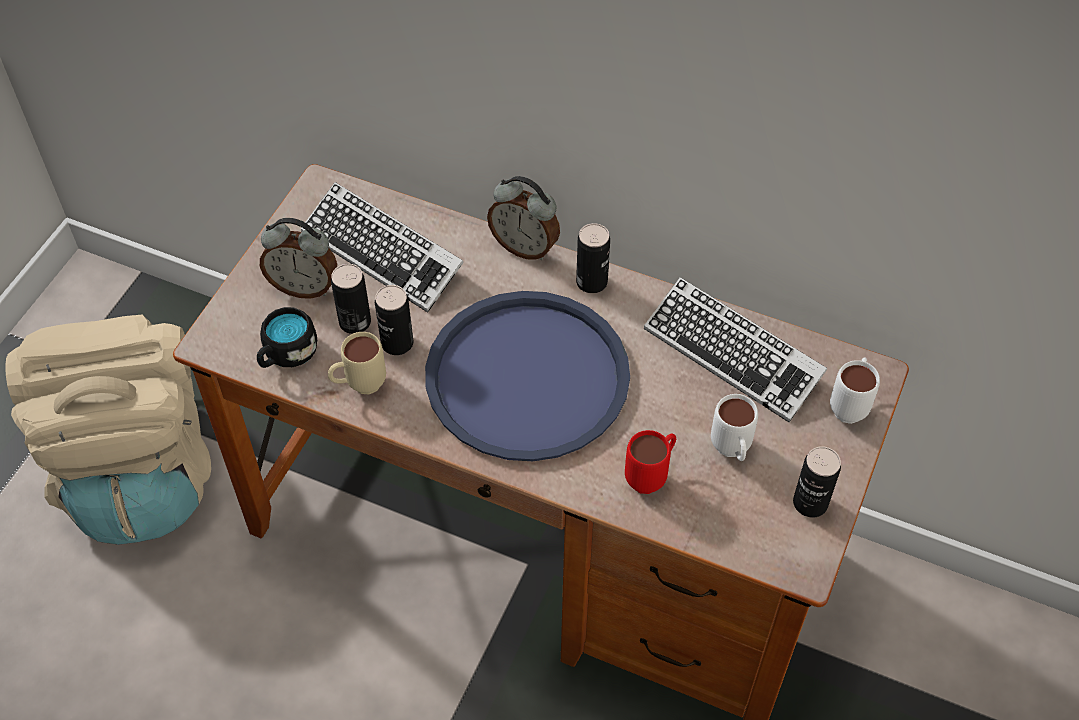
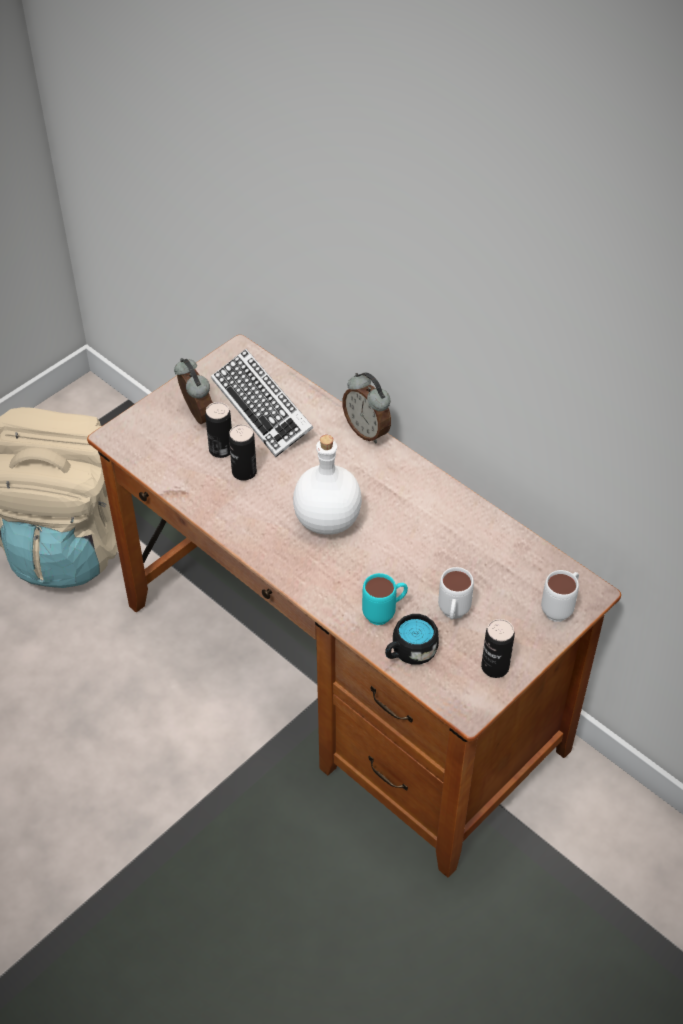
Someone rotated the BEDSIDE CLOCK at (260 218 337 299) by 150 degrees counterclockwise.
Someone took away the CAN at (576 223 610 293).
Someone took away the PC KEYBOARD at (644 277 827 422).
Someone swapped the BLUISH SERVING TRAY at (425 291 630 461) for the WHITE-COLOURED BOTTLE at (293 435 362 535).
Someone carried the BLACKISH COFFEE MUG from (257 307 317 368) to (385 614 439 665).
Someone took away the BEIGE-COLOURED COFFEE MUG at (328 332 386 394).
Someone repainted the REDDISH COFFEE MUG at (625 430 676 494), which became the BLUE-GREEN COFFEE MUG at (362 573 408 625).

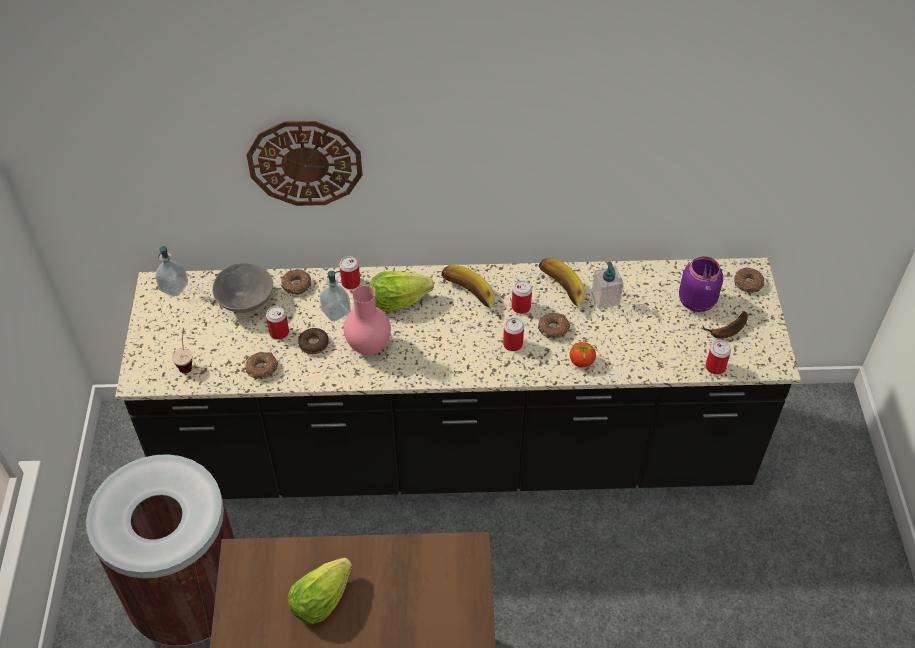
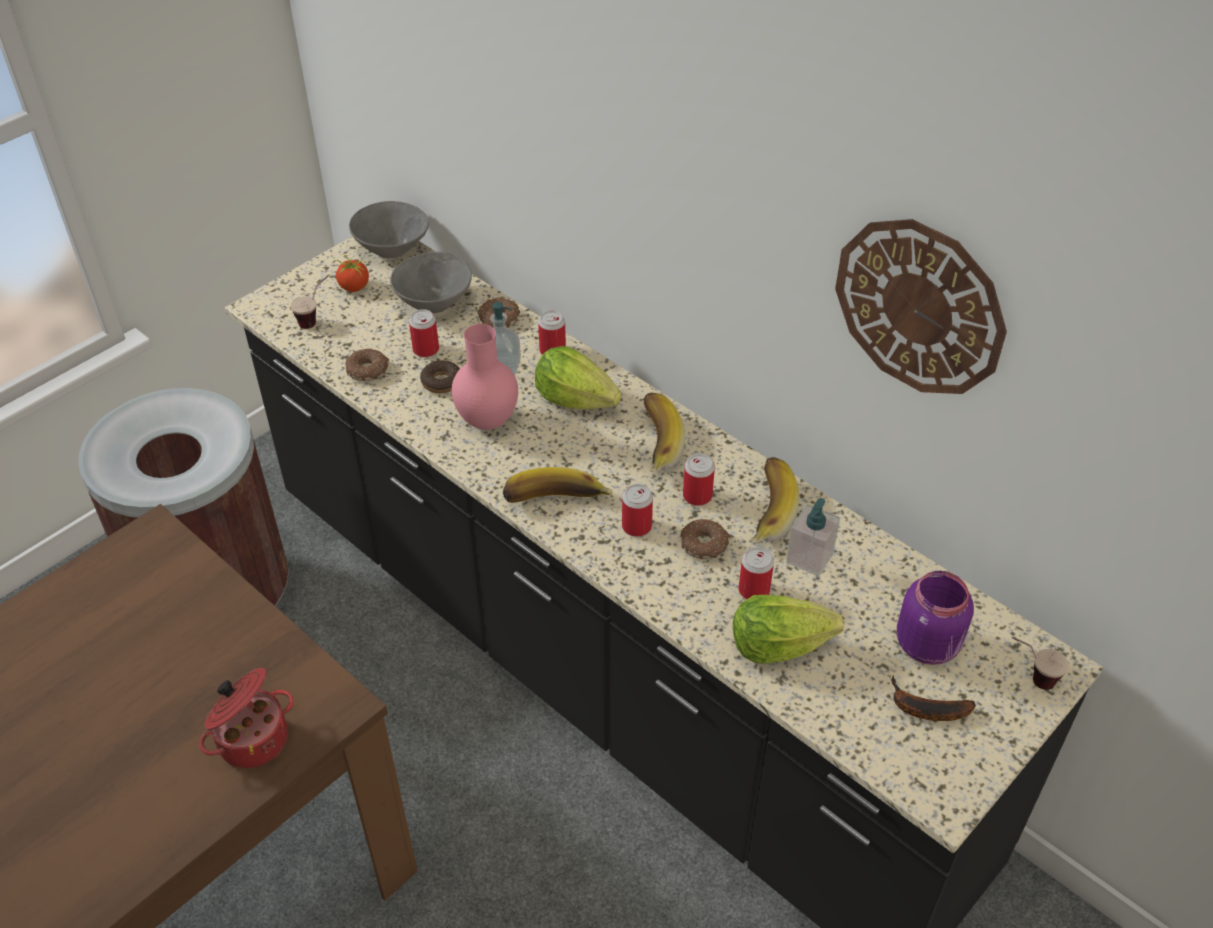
Someone carried the WALL CLOCK from (247 121 363 206) to (835 219 1007 394).
Someone swapped the SOAP BOTTLE at (155 246 188 296) for the GREYISH SERVING BOWL at (349 201 429 258).
Someone swapped the DONUT at (734 267 764 293) for the SMALL CUP at (1012 636 1069 690).
Someone carried the WHOLE TOMATO from (570 340 596 368) to (333 253 369 292).
Someone carried the CAN from (706 340 731 375) to (739 547 774 599).
Someone carried the LETTUCE from (288 557 352 624) to (733 595 844 664).
Someone put down the BANANA FRUIT at (503 467 612 503).
Someone put down the STOCKPOT at (199 668 294 768).

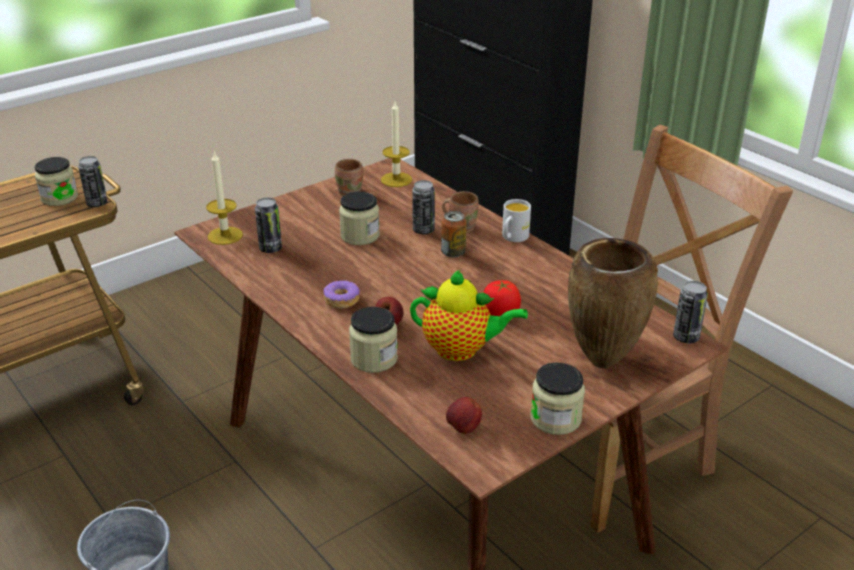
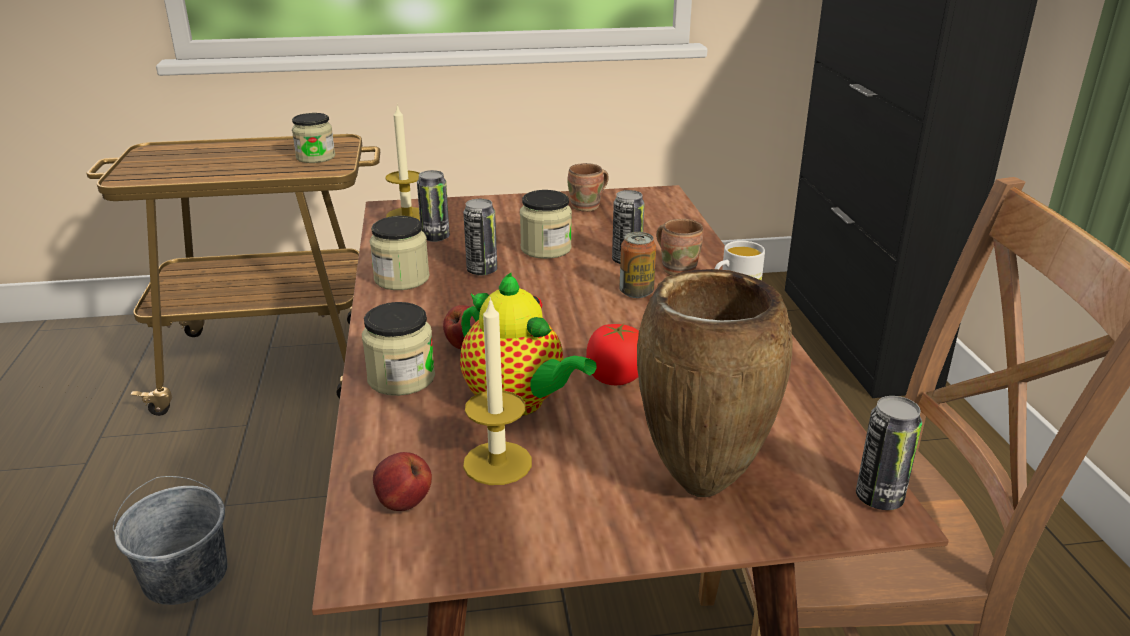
Someone carried the CANDLE from (381 102 412 187) to (463 297 532 485).
Someone carried the CAN from (78 156 108 207) to (463 199 497 276).
Someone took away the DONUT at (323 280 360 308).
Someone carried the STORAGE JAR from (531 362 585 435) to (370 216 430 290).

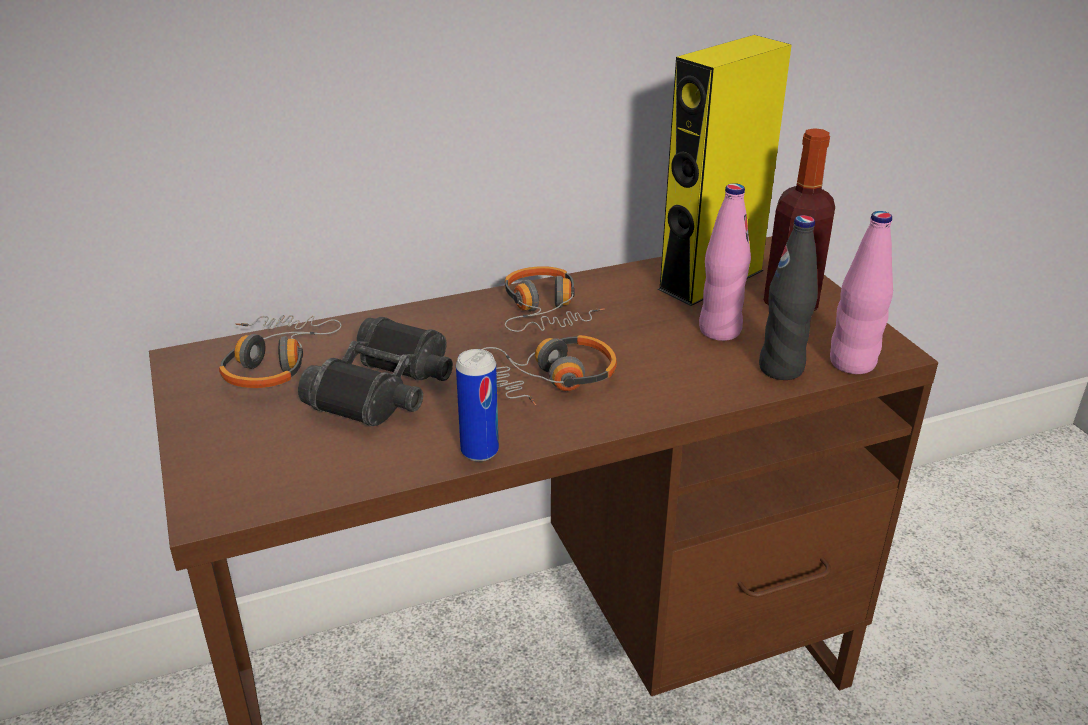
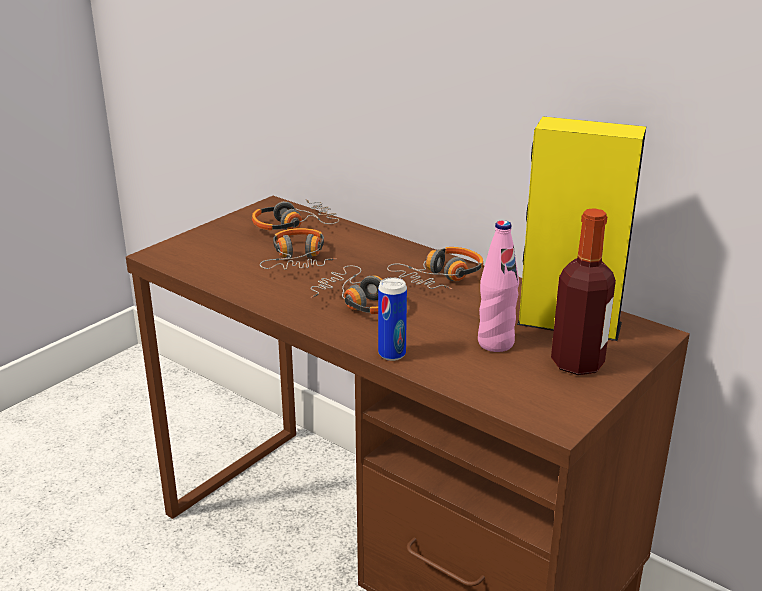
Someone took away the PINK-COLOURED BOTTLE at (830 211 893 374).
Someone took away the BLACKISH BOTTLE at (759 215 818 380).
Someone swapped the BLACKISH PAIR OF BINOCULARS at (298 317 453 426) for the PAIR OF HEADPHONES at (260 228 337 270).
Someone carried the CAN from (456 349 499 462) to (378 277 407 361).

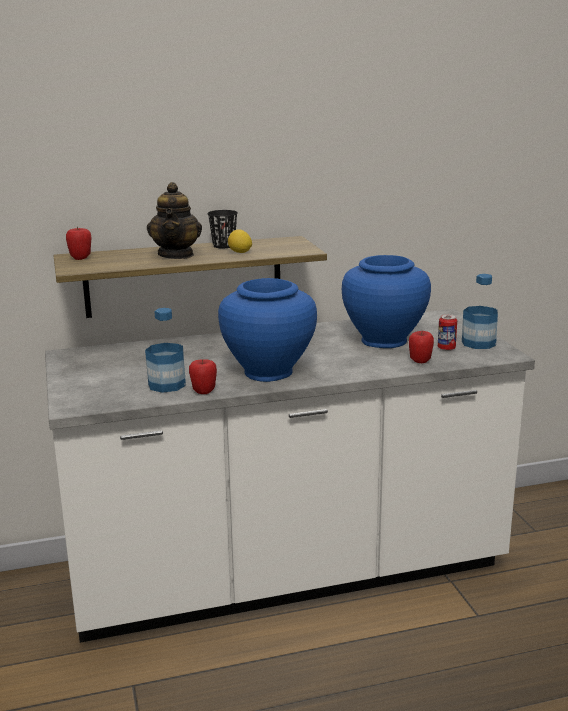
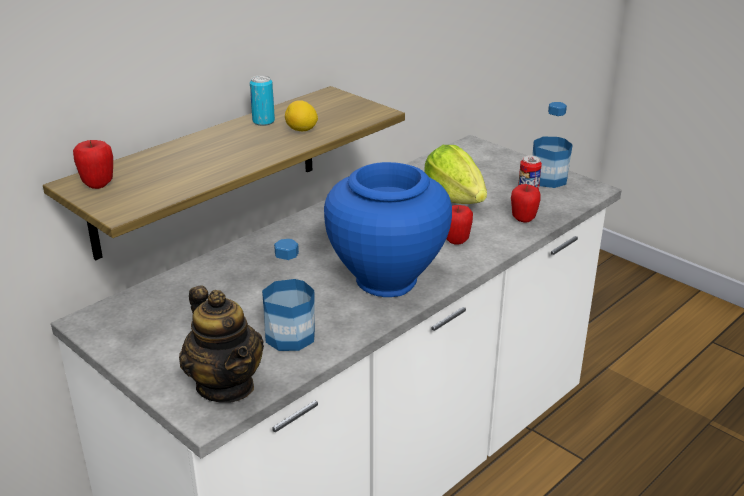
Someone carried the POT FOR TEA from (147 182 202 259) to (179 285 264 403).
Someone swapped the BLACKISH SMALL CUP at (207 210 238 248) for the CAN at (250 75 275 126).
Someone swapped the BLUISH DECORATIVE VASE at (342 255 431 348) for the LETTUCE at (424 145 487 204).
Someone carried the APPLE FRUIT from (189 359 217 394) to (447 205 473 245).

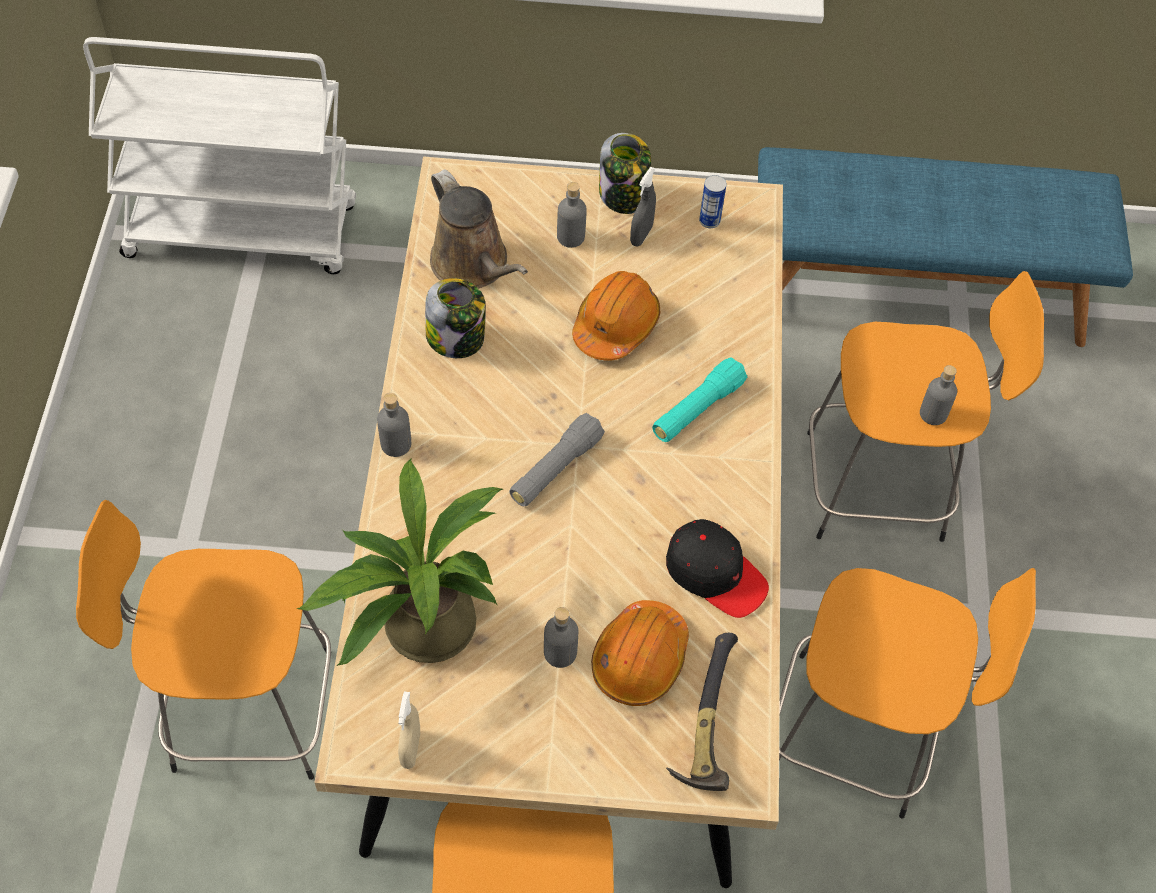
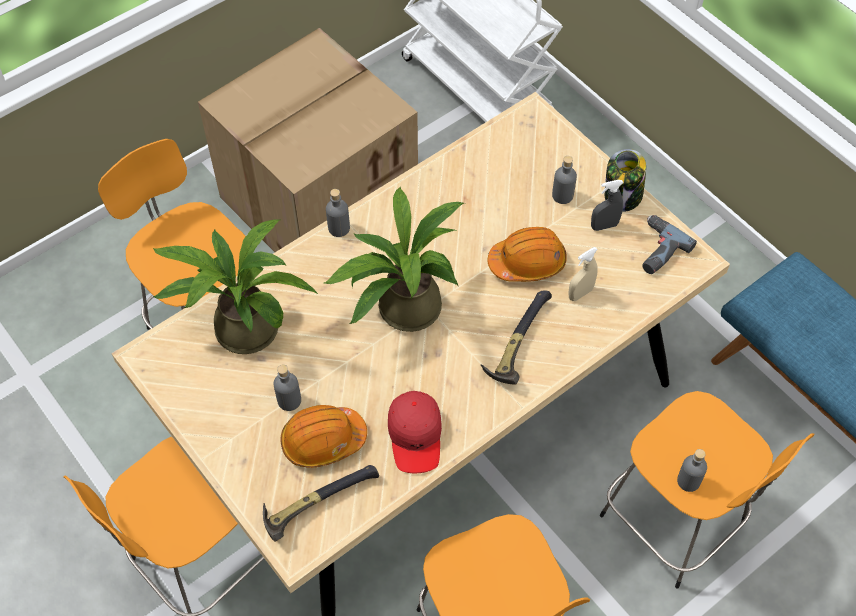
Someone took away the BROWNISH WATERING CAN at (430 169 528 288).
Someone swapped the CAN at (699 175 727 228) for the DRILL at (642 215 697 274).
Someone took away the STORAGE JAR at (425 278 486 358).
Someone swapped the BLUE-GREEN HAND TORCH at (652 357 747 442) for the TOOL HAMMER at (481 290 552 385).
Someone swapped the GREYISH HAND TORCH at (509 413 605 507) for the HOUSEPLANT at (324 187 464 332).
Someone repainted the BLACKISH CAP at (666 519 769 618), which became the REDDISH CAP at (388 391 442 473).
Someone carried the BEIGE-COLOURED SPRAY BOTTLE from (398 692 420 769) to (568 247 598 301).
Someone put down the CARDBOARD BOX at (198 28 418 252).

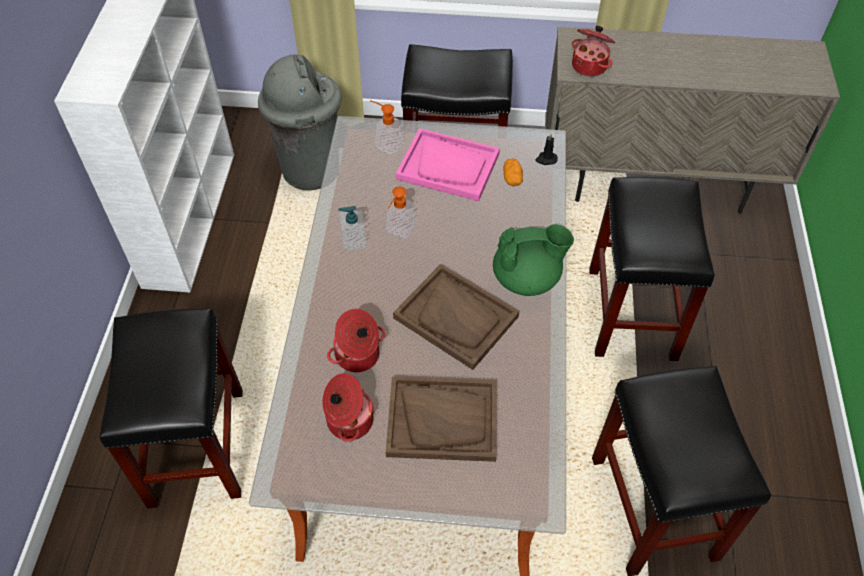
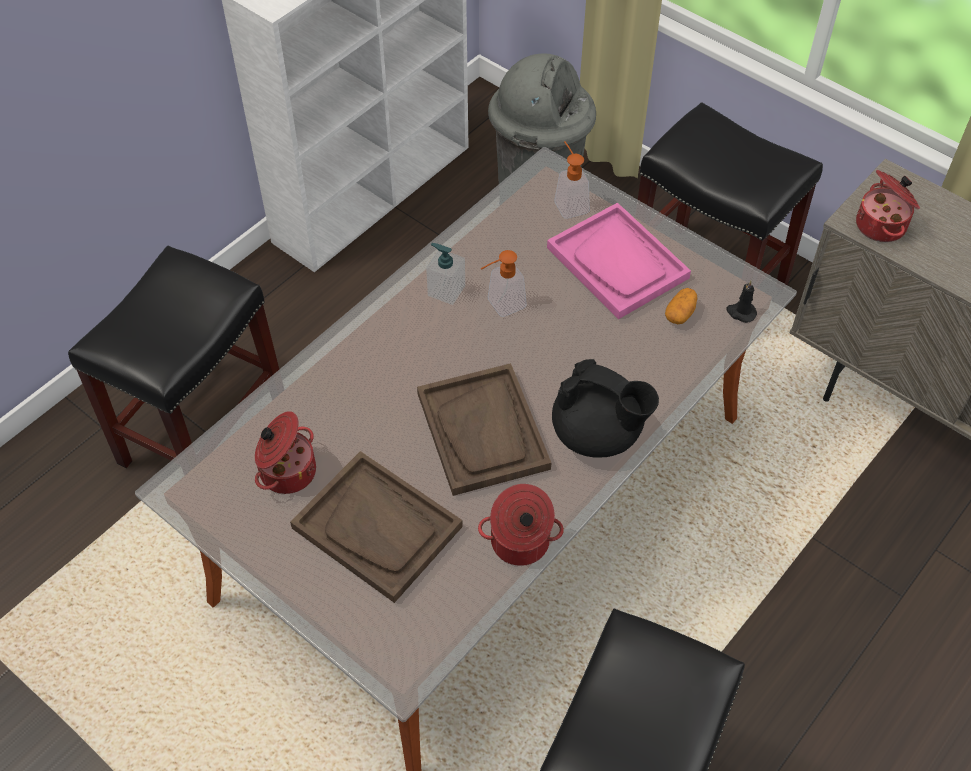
Someone took away the BLACKISH STOOL at (589 177 714 361).
Someone repainted the GREENISH POT FOR TEA at (493 224 574 296), which became the BLACKISH POT FOR TEA at (552 359 659 458).
Someone carried the STOCKPOT from (327 309 385 372) to (478 484 564 566).

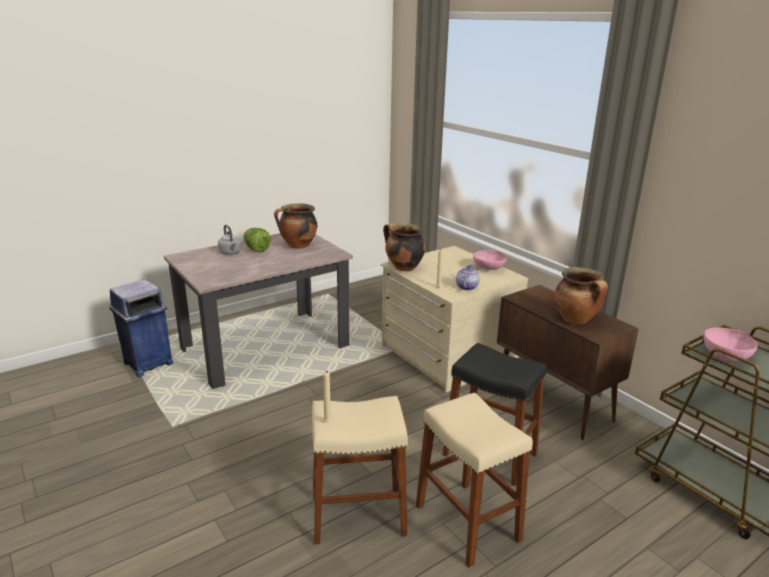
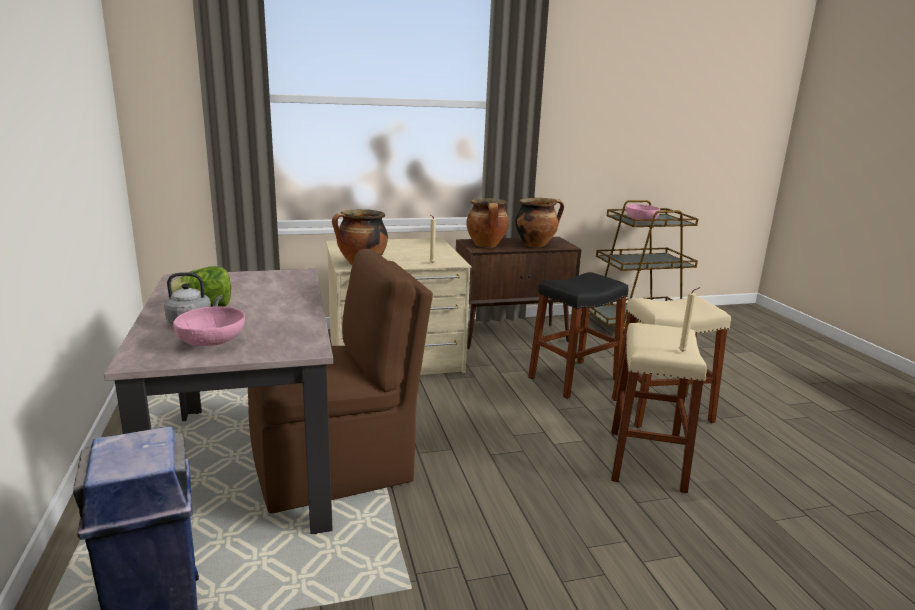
Someone carried the STOCKPOT from (274 203 317 249) to (466 198 509 248).
Someone carried the PINK-COLOURED SERVING BOWL from (473 250 507 270) to (173 307 245 346).
Someone took away the POT FOR TEA at (456 265 480 290).
Someone put down the BROWNISH UPRIGHT CHAIR at (248 249 433 514).

